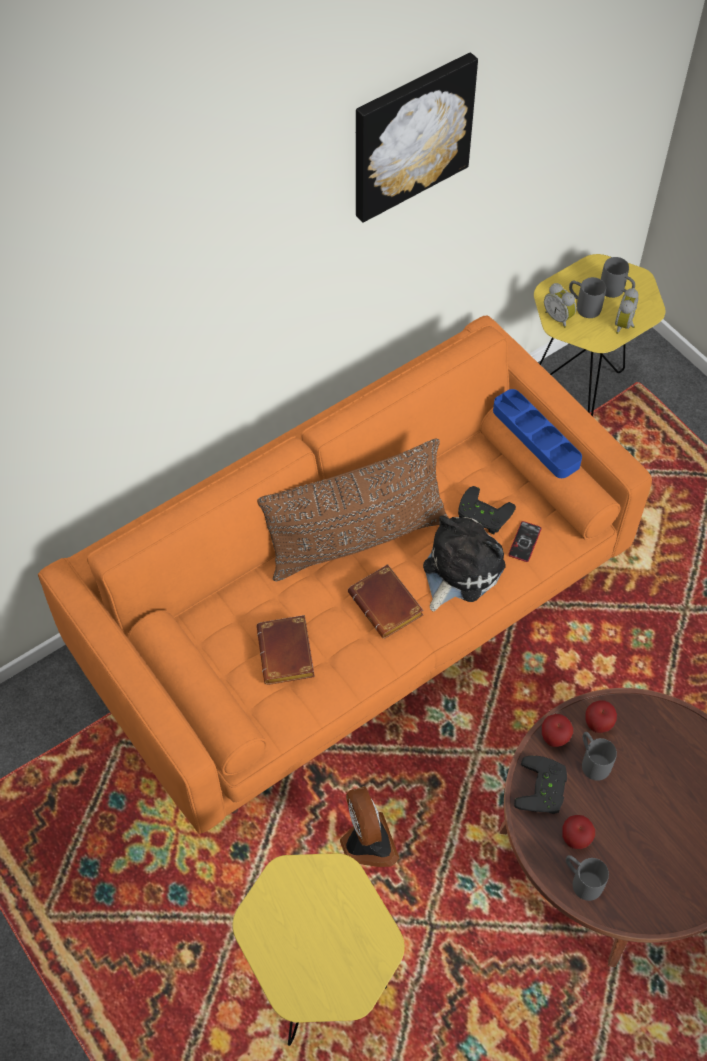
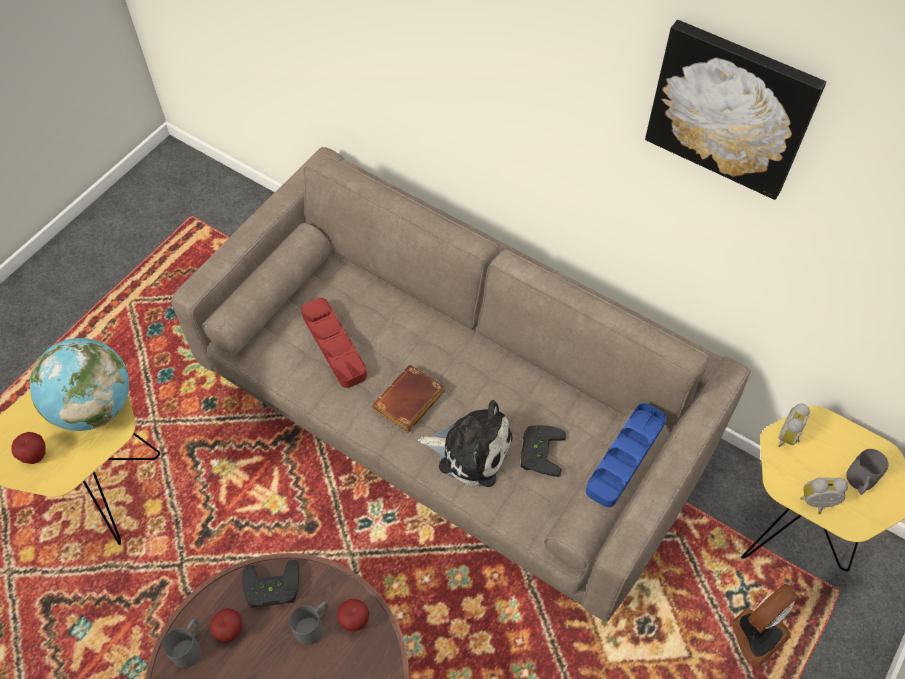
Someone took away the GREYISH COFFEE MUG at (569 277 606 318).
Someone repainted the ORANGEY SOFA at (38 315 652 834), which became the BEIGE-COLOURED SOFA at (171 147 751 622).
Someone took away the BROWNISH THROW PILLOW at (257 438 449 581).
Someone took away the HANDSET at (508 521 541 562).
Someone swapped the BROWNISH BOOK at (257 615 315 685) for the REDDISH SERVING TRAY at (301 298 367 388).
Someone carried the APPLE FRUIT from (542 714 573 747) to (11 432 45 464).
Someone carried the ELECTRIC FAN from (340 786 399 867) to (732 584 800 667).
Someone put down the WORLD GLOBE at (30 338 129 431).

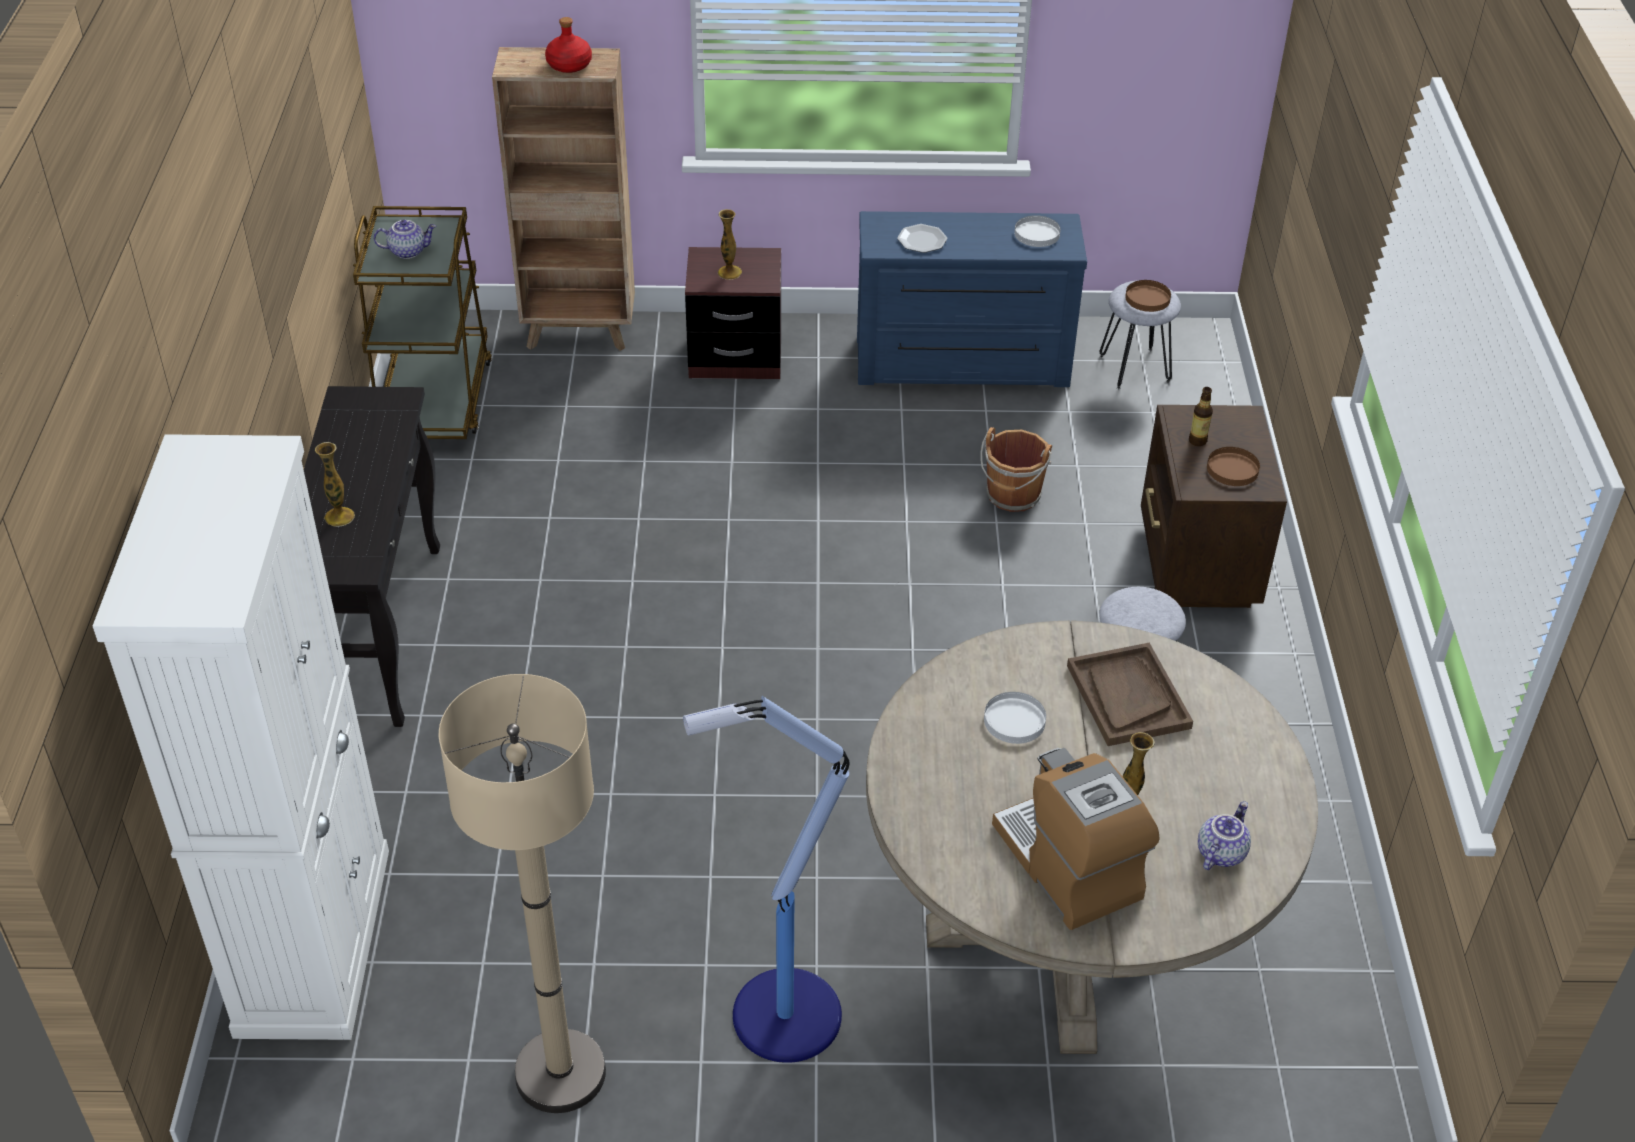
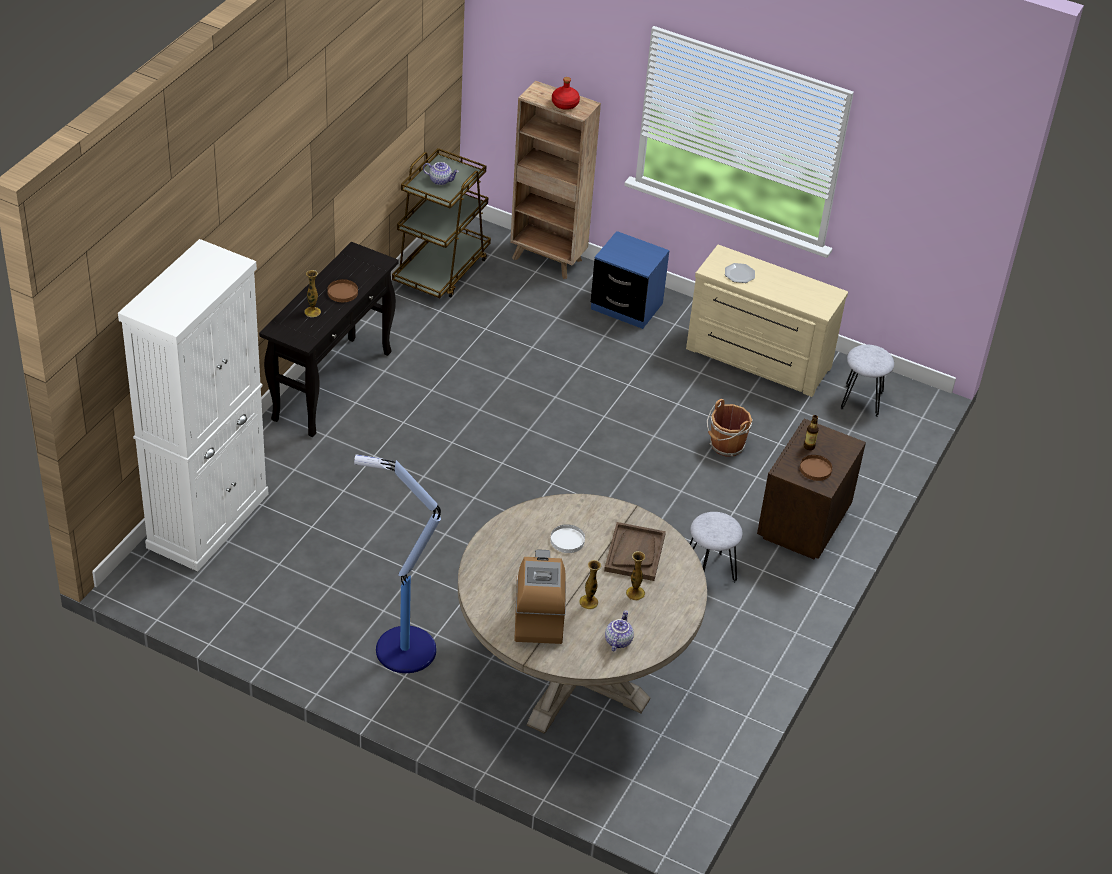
Someone carried the DECORATIVE VASE from (718 209 742 280) to (626 551 645 600).
Someone repainted the BLUISH DRAWER CHEST at (857 211 1087 387), which became the BEIGE-COLOURED DRAWER CHEST at (686 245 848 397).
Someone took away the WHITE-COLOURED DINNER PLATE at (1014 215 1061 247).
Someone repainted the BROWNISH BEDSIDE TABLE at (685 247 781 379), which became the BLUISH BEDSIDE TABLE at (591 231 669 329).
Someone carried the BROWNISH DINNER PLATE from (1125 280 1171 312) to (327 279 358 302).
Someone took away the BEIGE-COLOURED STANDARD LAMP at (439 674 606 1113).
Someone rotated the POT FOR TEA at (1198 801 1251 870) by 45 degrees counterclockwise.

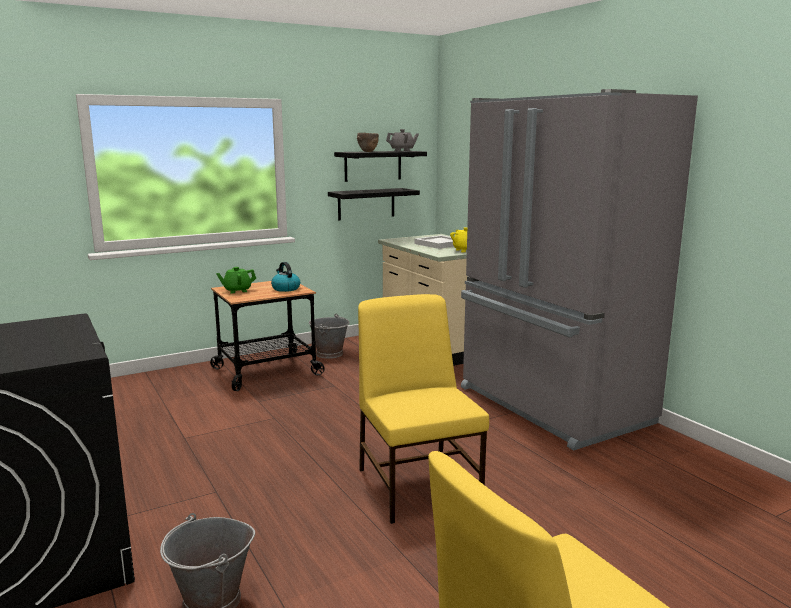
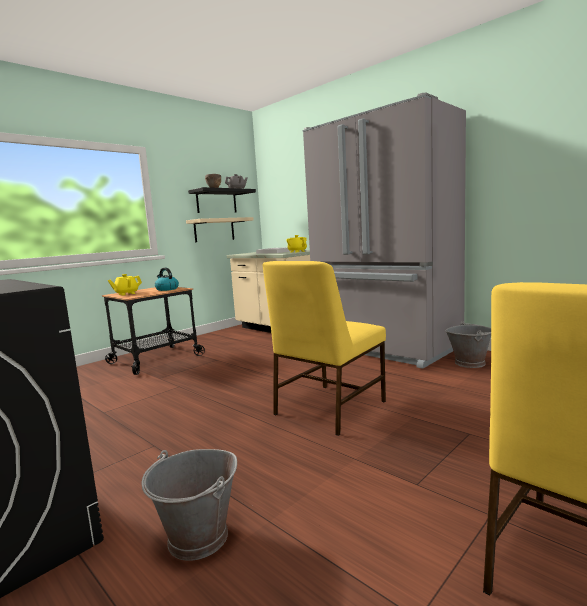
Someone repainted the BLACKISH WALL SHELF at (328 188 420 220), which became the BEIGE-COLOURED WALL SHELF at (186 217 254 242).
Someone repainted the GREENISH POT FOR TEA at (216 267 256 293), which became the YELLOW-COLOURED POT FOR TEA at (108 274 142 296).
Someone rotated the YELLOW-COLOURED UPRIGHT CHAIR at (358 294 489 524) by 105 degrees counterclockwise.
Someone carried the GREYISH BUCKET from (309 313 350 359) to (445 321 491 368).

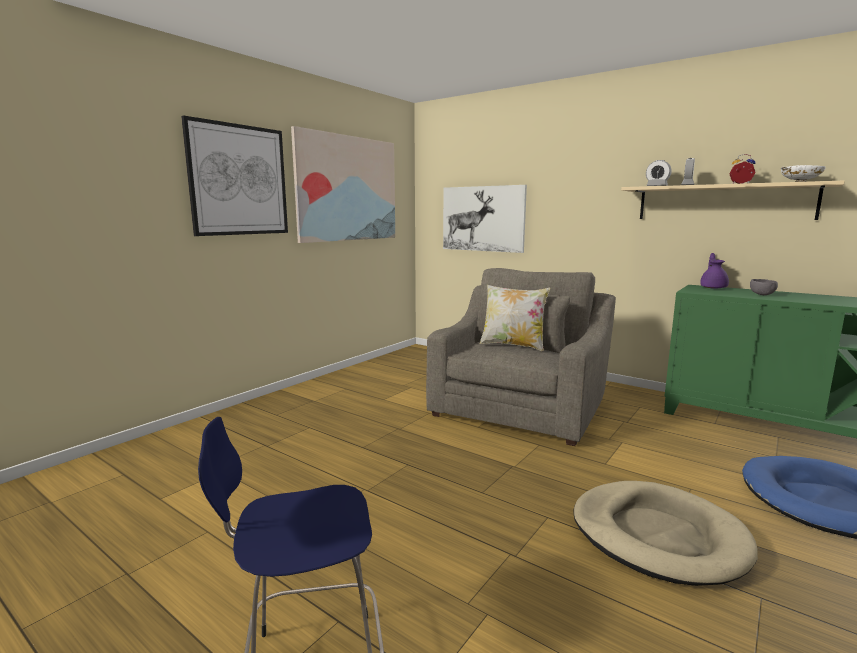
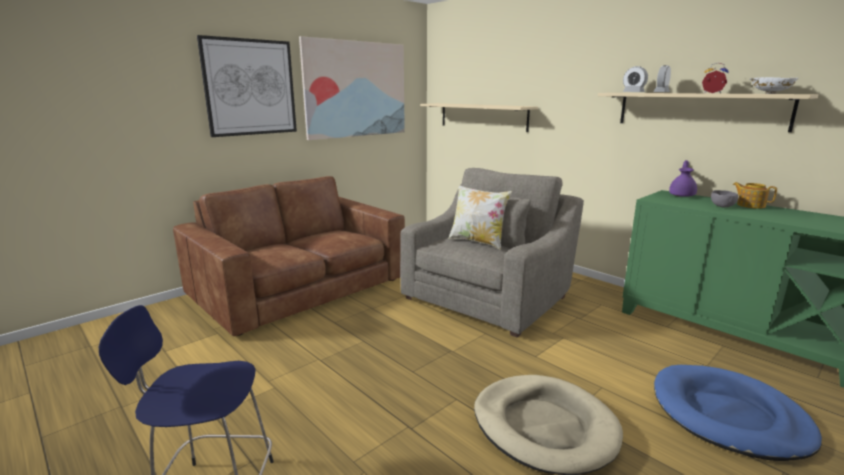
Someone swapped the PICTURE at (443 185 527 253) for the BEIGE-COLOURED WALL SHELF at (420 103 538 132).
Someone put down the BROWNISH SOFA at (173 176 405 336).
Someone put down the POT FOR TEA at (733 182 777 209).

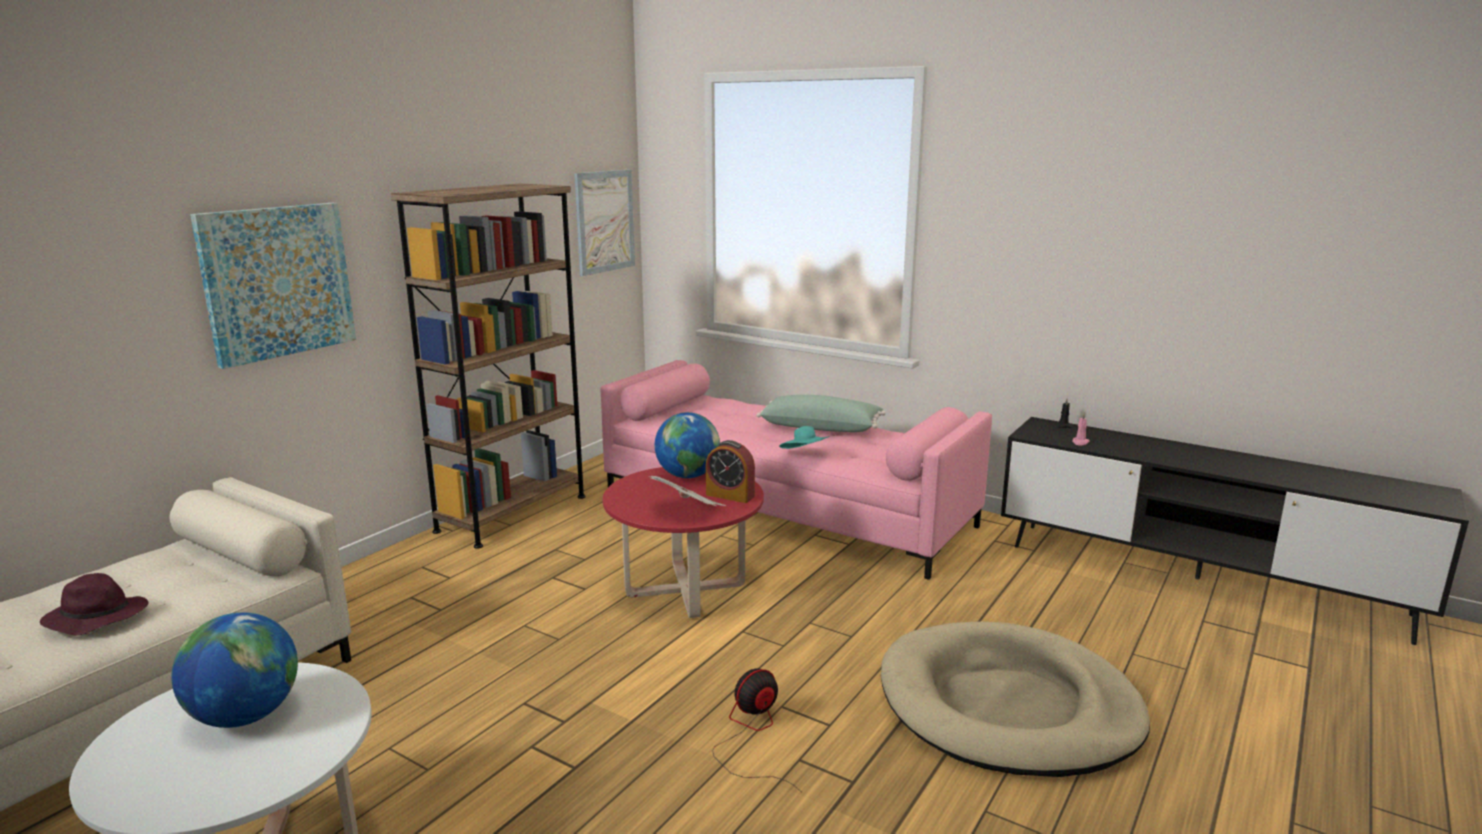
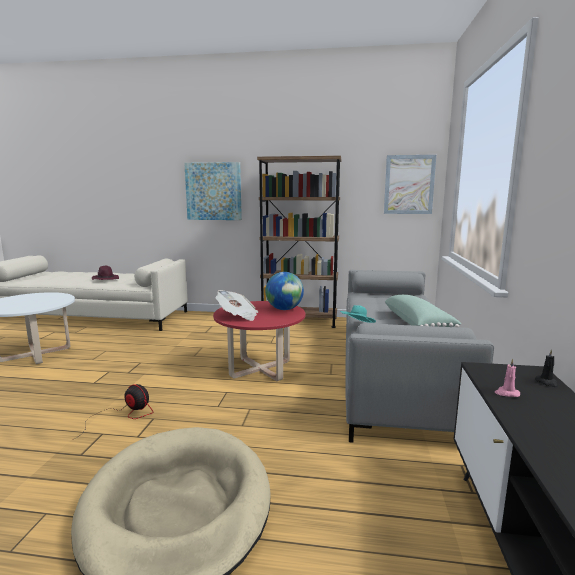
Someone repainted the PINK-COLOURED SOFA at (600 360 992 580), which became the GREYISH SOFA at (345 270 494 443).
Someone took away the BEDSIDE CLOCK at (706 440 755 503).
Someone took away the WORLD GLOBE at (171 612 298 728).

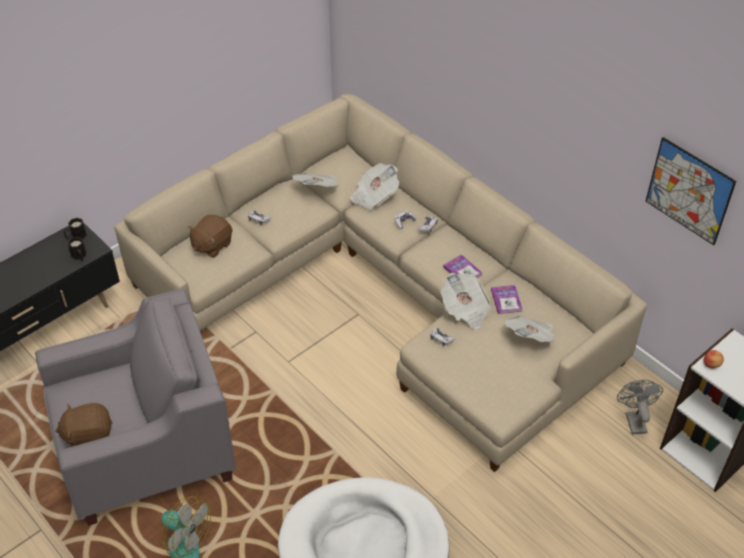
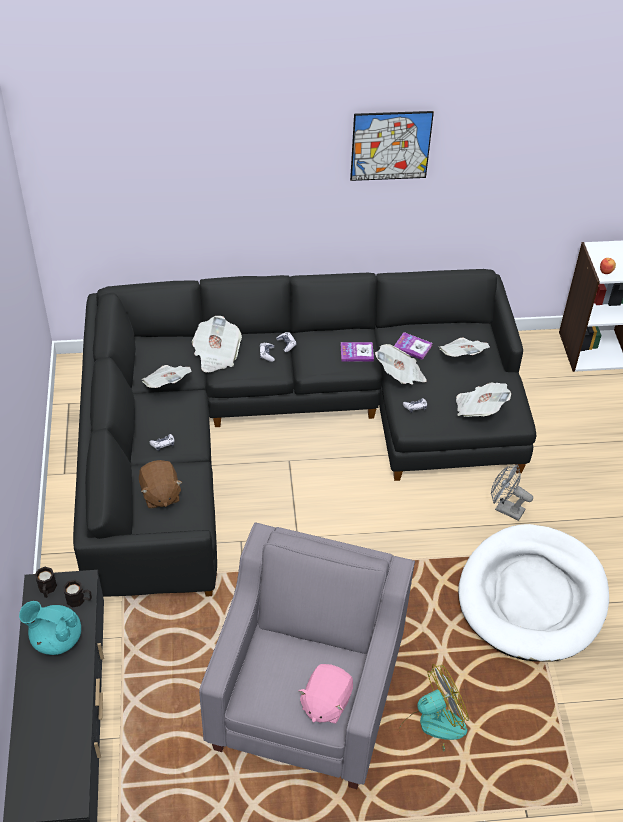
Someone repainted the BEIGE-COLOURED SOFA at (114 94 647 472), which became the BLACKISH SOFA at (73 269 536 597).
Someone carried the PICTURE from (645 137 736 245) to (350 111 434 181).
Someone carried the GREYISH ELECTRIC FAN from (617 380 663 434) to (491 464 533 521).
Someone repainted the BROWNISH PLUSH TOY at (55 403 113 447), which became the PINK-COLOURED PLUSH TOY at (298 664 353 724).
Someone put down the PRINTED PAPER at (456 383 511 417).
Someone put down the BLUE-GREEN POT FOR TEA at (19 601 81 655).

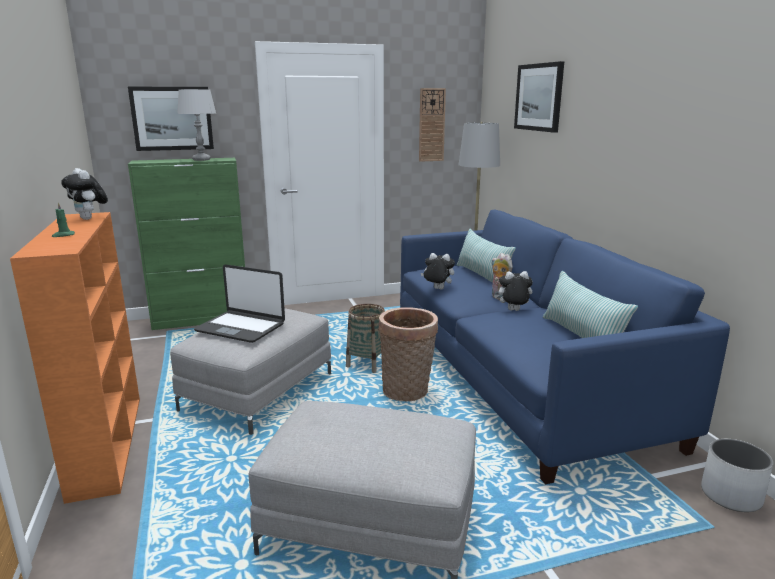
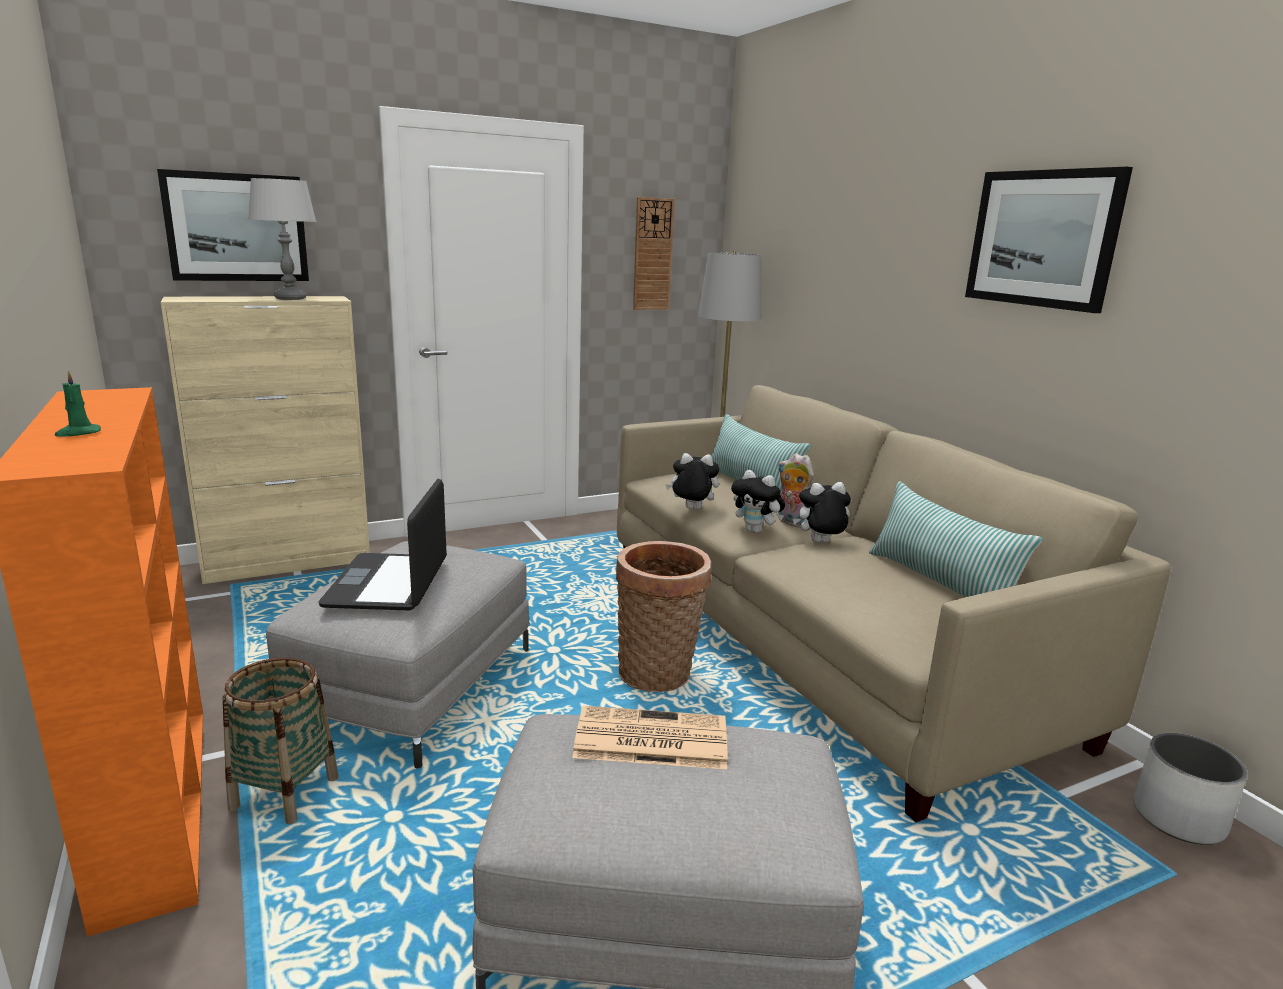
Someone carried the PICTURE from (514 61 564 133) to (965 167 1133 313).
Someone repainted the GREENISH CUPBOARD at (128 158 245 330), which became the BEIGE-COLOURED CUPBOARD at (161 296 370 584).
Someone carried the PLUSH TOY from (61 168 108 220) to (731 470 785 533).
Someone repainted the BLUISH SOFA at (400 210 730 484), which became the BEIGE-COLOURED SOFA at (617 385 1171 822).
Someone rotated the LAPTOP at (194 264 285 343) by 75 degrees clockwise.
Someone carried the STORAGE BASKET from (346 304 385 373) to (222 657 339 824).
Someone put down the PRINTED PAPER at (572 706 727 769).

